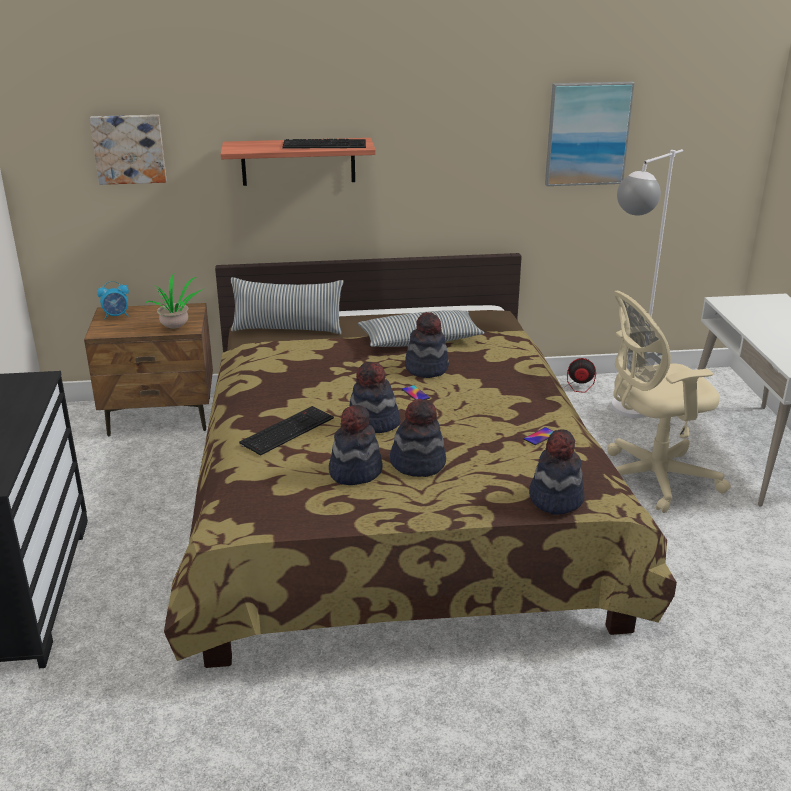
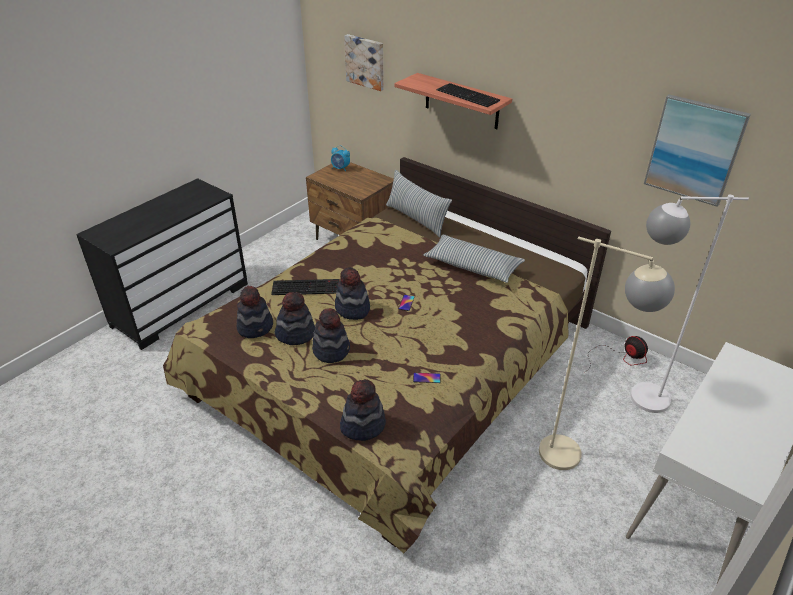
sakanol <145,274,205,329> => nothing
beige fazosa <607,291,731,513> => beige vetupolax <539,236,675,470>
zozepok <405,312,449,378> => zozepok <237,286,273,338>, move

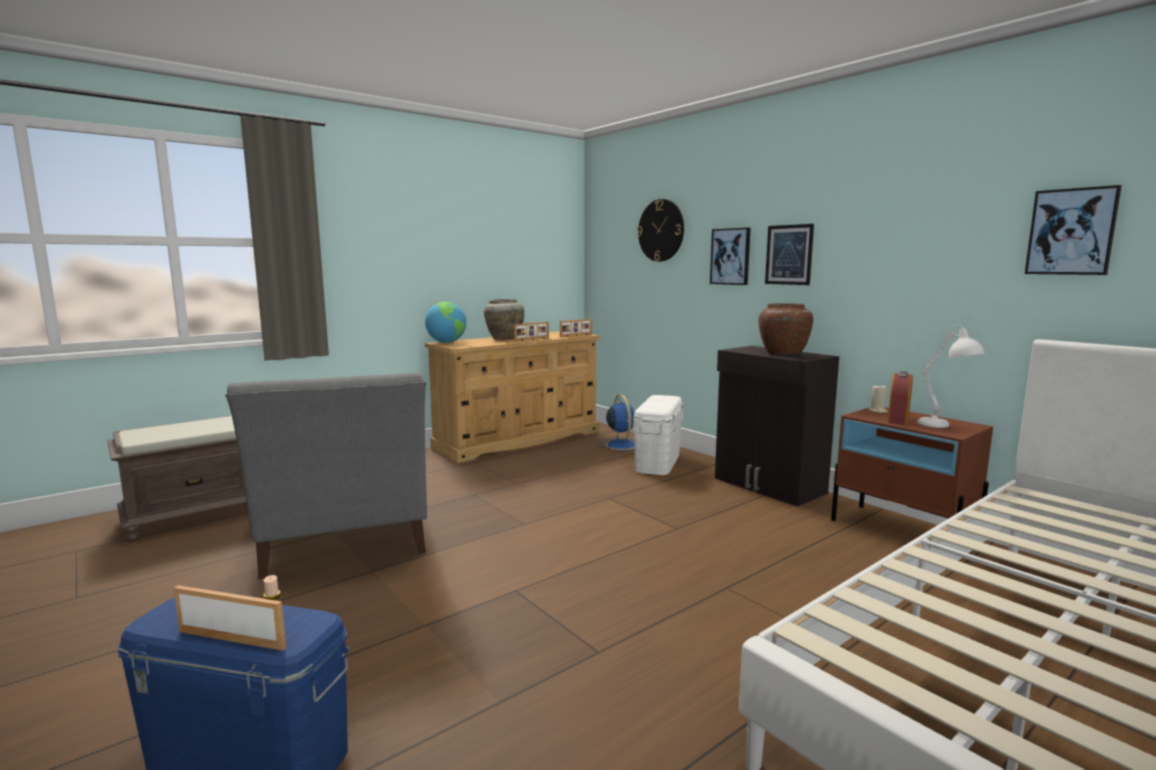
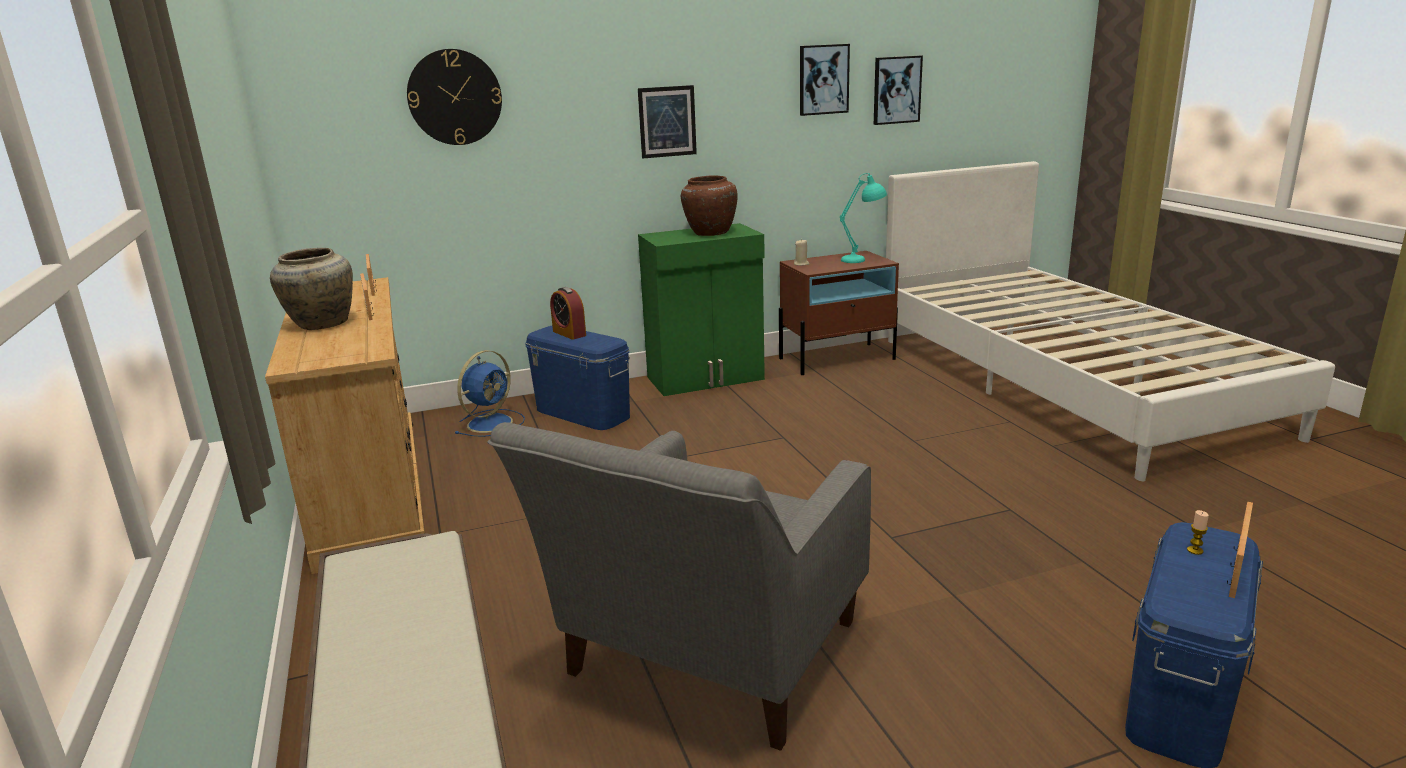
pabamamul <710,228,751,285> => pabamamul <800,44,850,116>, move
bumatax <425,302,466,343> => nothing
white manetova <917,325,984,428> => turquoise manetova <840,173,887,263>
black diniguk <715,346,839,506> => green diniguk <638,223,765,396>
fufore <887,371,913,425> => fufore <550,287,586,340>, move
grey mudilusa <225,373,427,579> => grey mudilusa <487,422,871,751>, 120 degrees clockwise
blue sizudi <597,395,635,453> => blue sizudi <454,350,525,437>, 120 degrees clockwise
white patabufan <633,395,683,475> => blue patabufan <526,326,630,430>

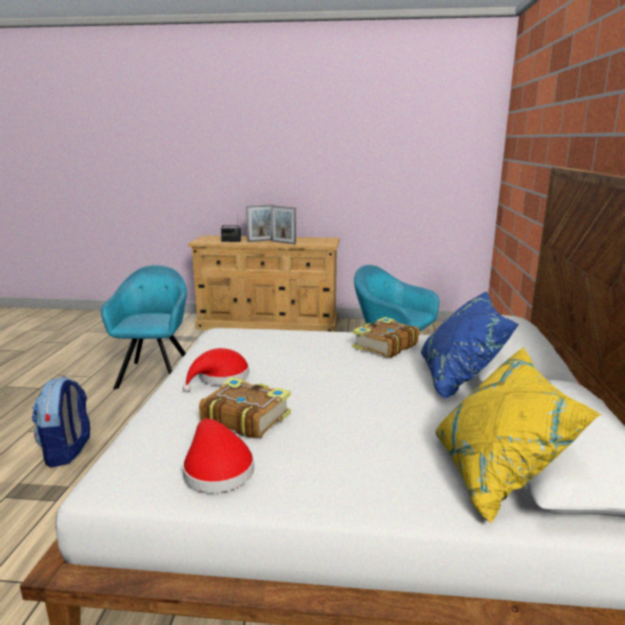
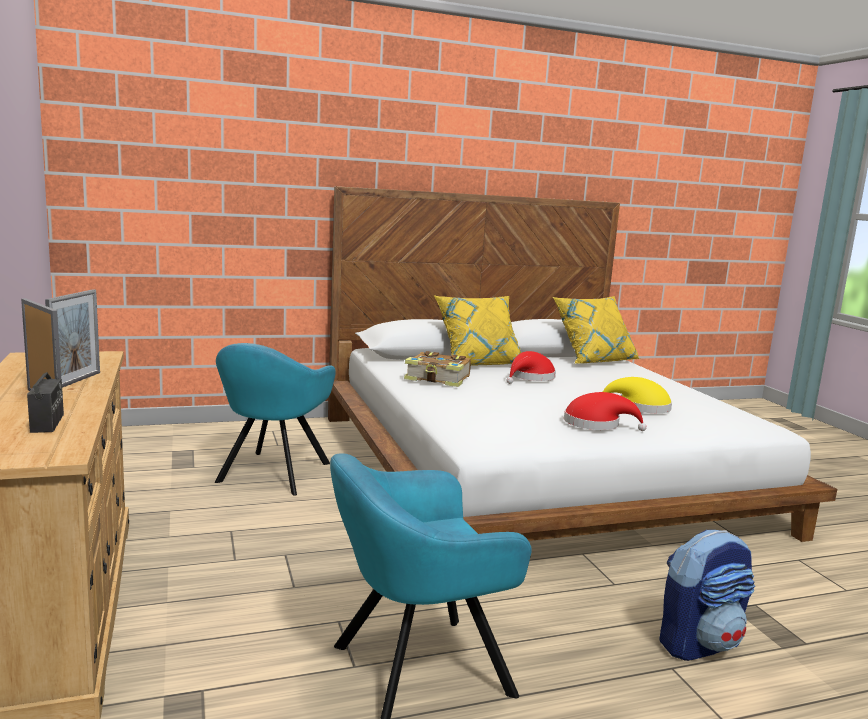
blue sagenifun <421,291,519,399> => yellow sagenifun <434,295,522,366>
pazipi <199,377,291,438> => yellow zozepok <603,377,672,413>
red zozepok <182,419,254,492> => red zozepok <506,351,556,384>, move

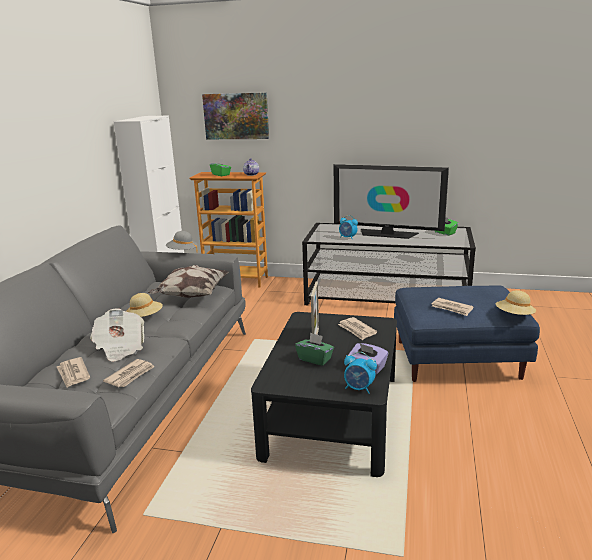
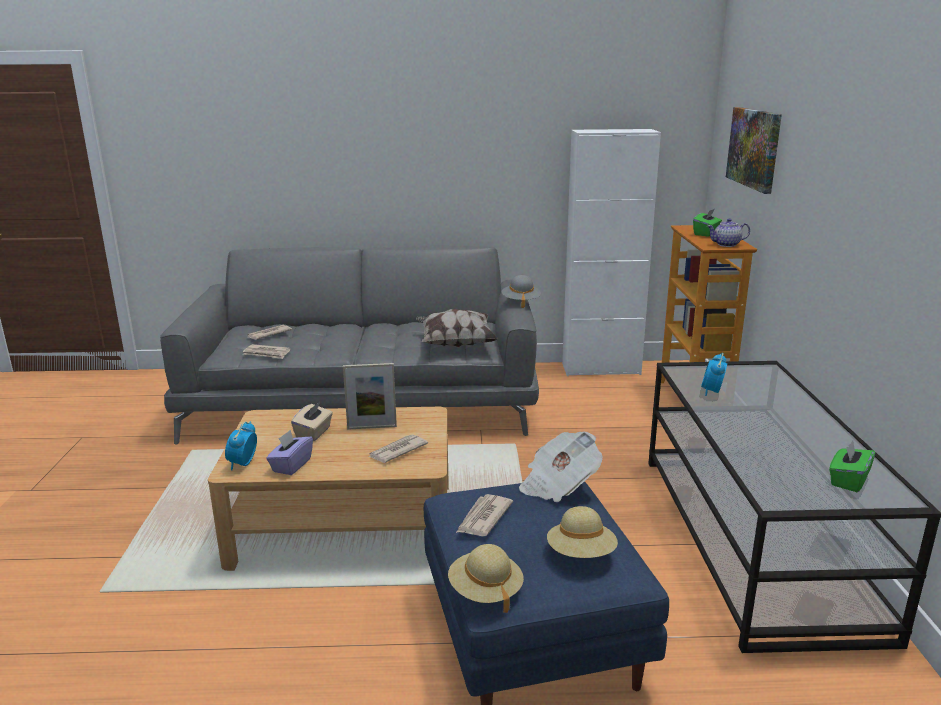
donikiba <334,164,449,239> => nothing
beige zozepok <126,293,163,317> => beige zozepok <547,506,618,558>, move
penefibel <90,308,144,362> => penefibel <519,432,603,502>, move
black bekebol <251,312,397,477> => beige bekebol <208,407,449,571>
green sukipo <295,333,334,366> => beige sukipo <291,402,333,441>

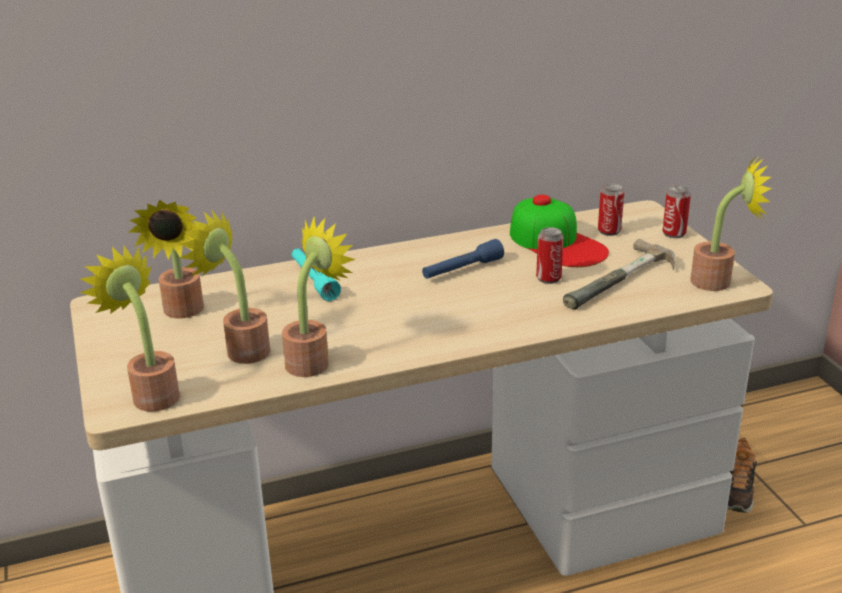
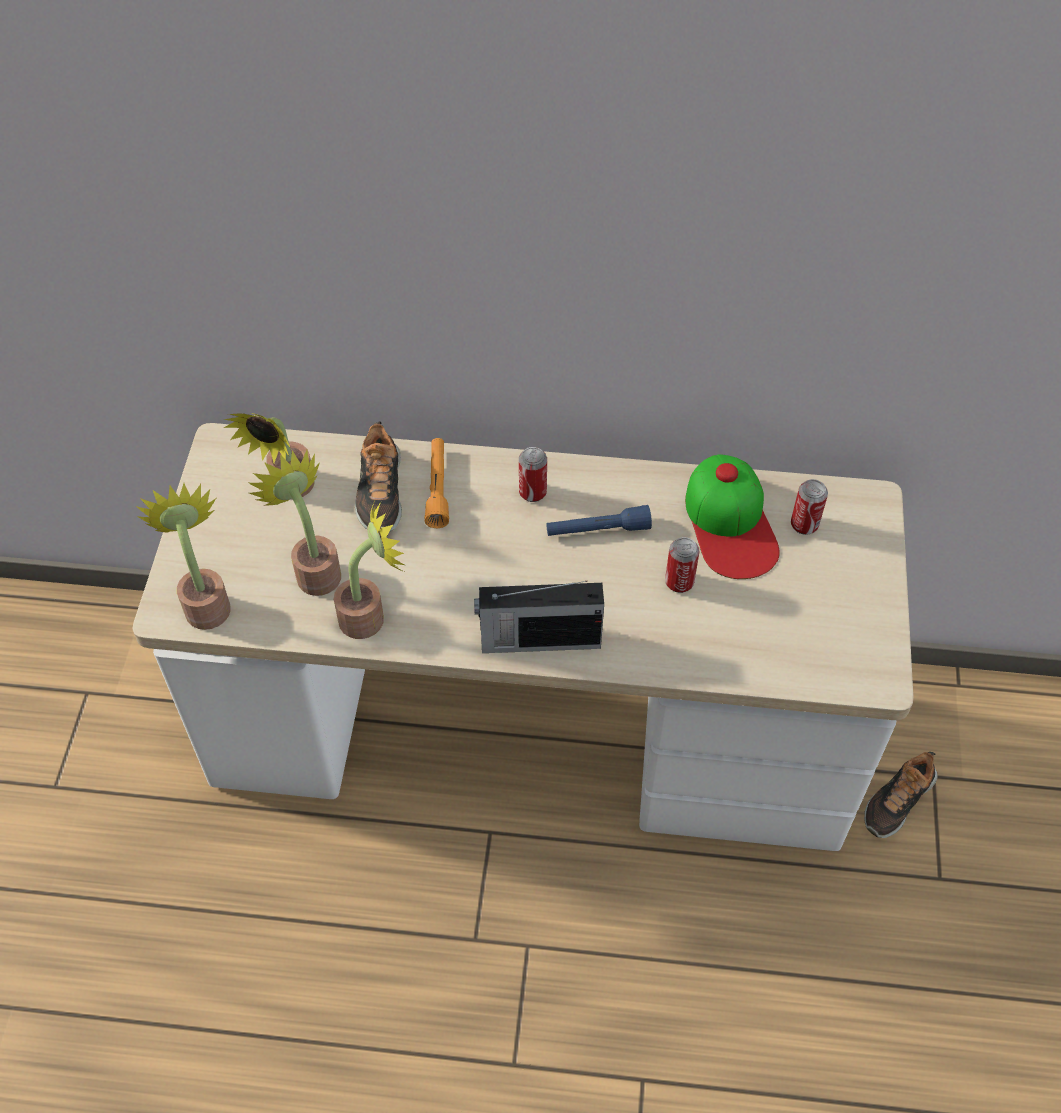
sakanol <690,158,772,291> => nothing
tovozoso <663,186,691,238> => tovozoso <519,447,547,502>, move
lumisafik <563,239,675,310> => nothing
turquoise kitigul <291,249,341,301> => orange kitigul <424,438,449,528>
nothing => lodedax <355,421,402,532>
nothing => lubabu <474,581,604,653>

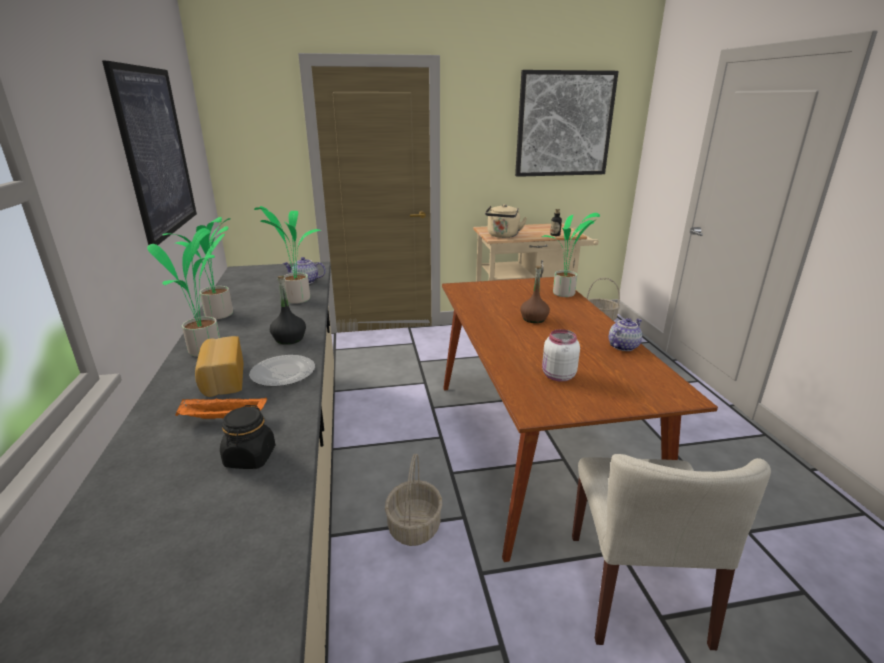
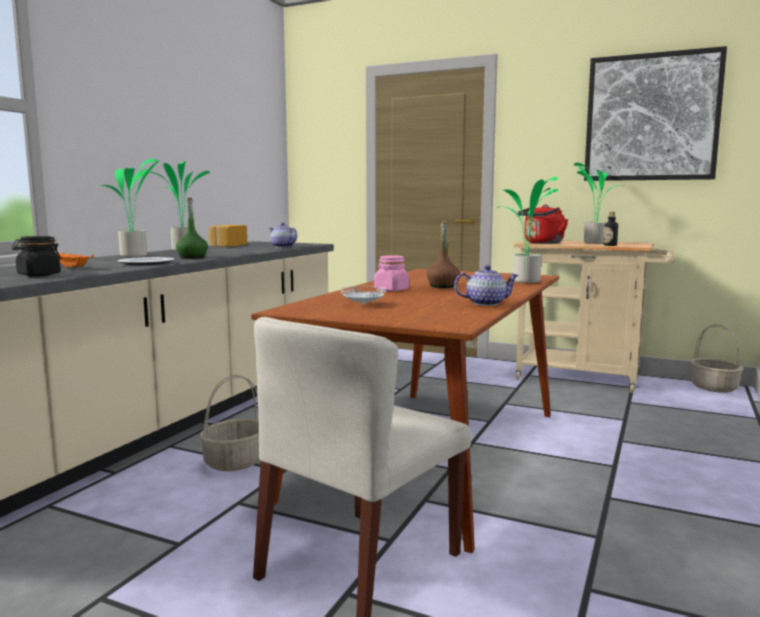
pabamamul <102,61,197,245> => nothing
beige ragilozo <485,204,527,238> => red ragilozo <518,205,568,244>
sakanol <254,206,322,304> => sakanol <574,163,626,244>, move
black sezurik <270,276,306,345> => green sezurik <176,198,208,259>
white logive <542,329,580,382> => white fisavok <340,286,387,305>
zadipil <195,336,243,397> => zadipil <209,225,247,247>, move
nothing => pink logive <374,255,409,291>

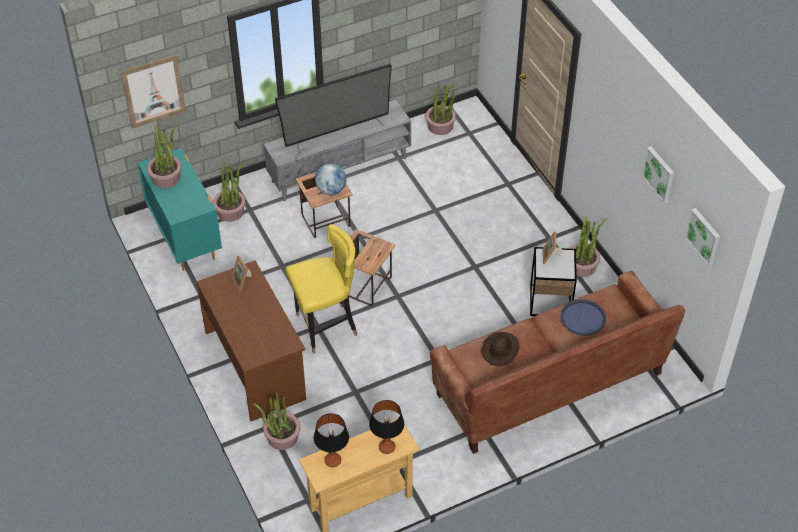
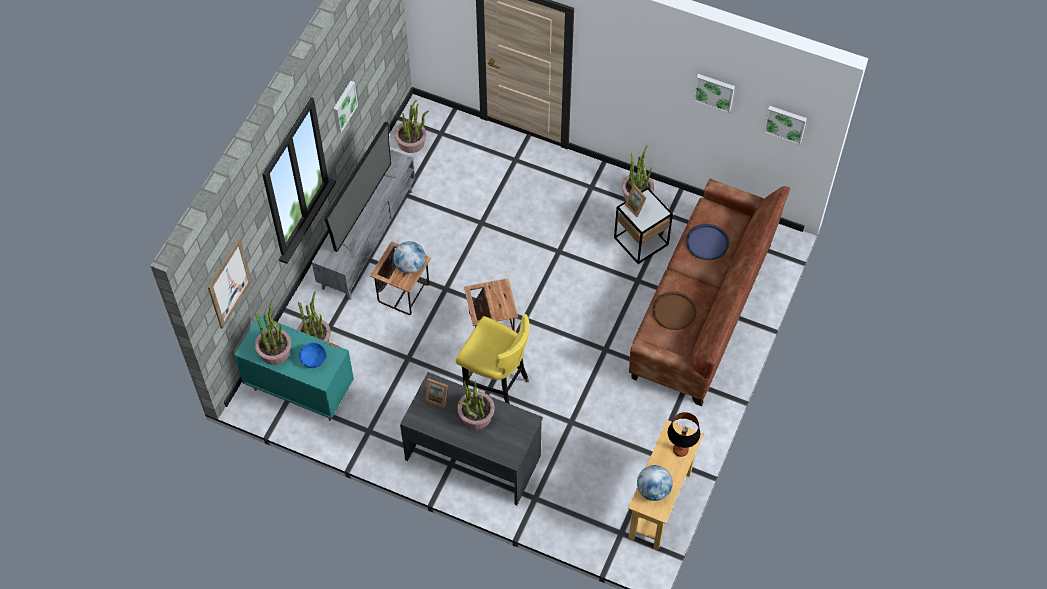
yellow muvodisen <285,224,357,354> => yellow muvodisen <455,314,529,404>, 90 degrees clockwise
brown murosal <197,260,306,422> => grey murosal <400,372,543,505>
brown zozepok <481,332,520,366> => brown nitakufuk <652,292,696,330>
sakanol <254,391,300,450> => sakanol <457,380,495,430>, move
manetova <314,413,349,467> => bumatax <637,465,673,501>
nothing => pabamamul <333,81,358,133>
nothing => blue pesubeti <299,343,326,368>

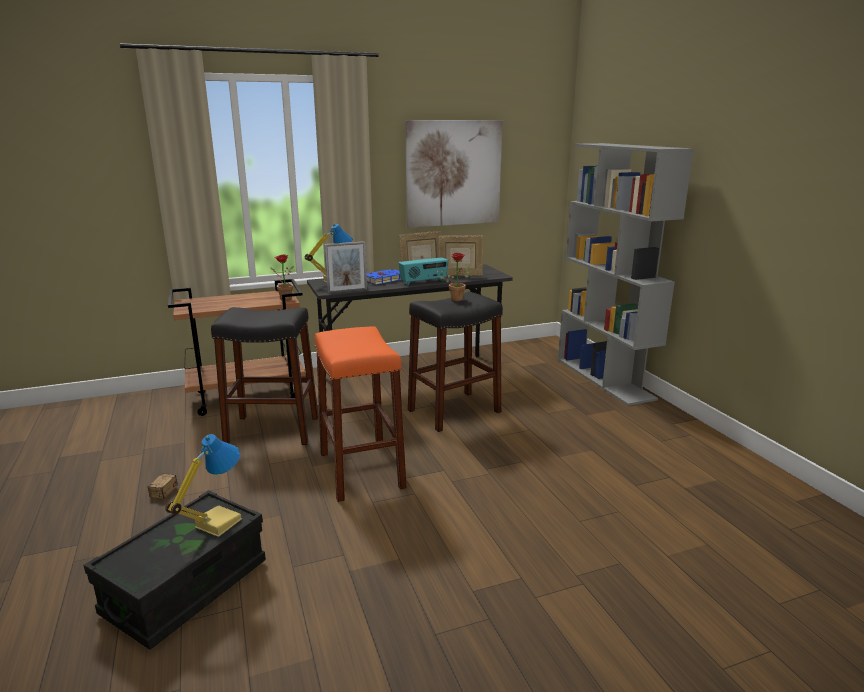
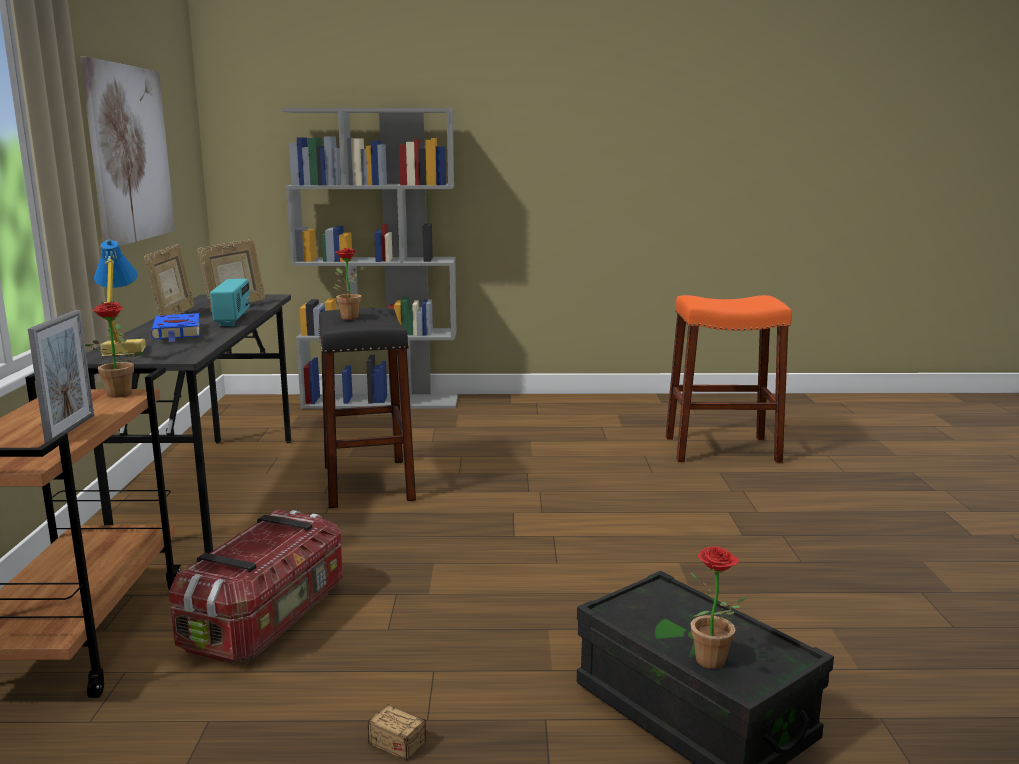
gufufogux <324,241,367,293> => gufufogux <28,310,94,443>, move
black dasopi <211,307,319,445> => patabufan <169,509,343,664>
orange dasopi <314,327,407,502> => orange dasopi <665,295,792,463>, move
manetova <165,434,242,537> => nothing
nothing => sakanol <690,546,748,669>

